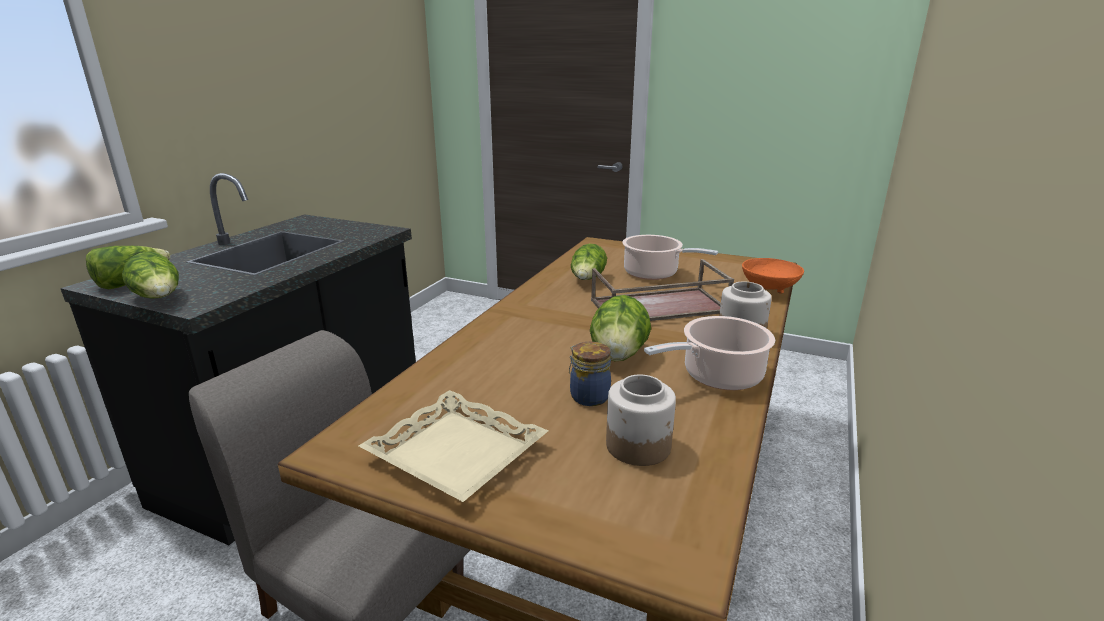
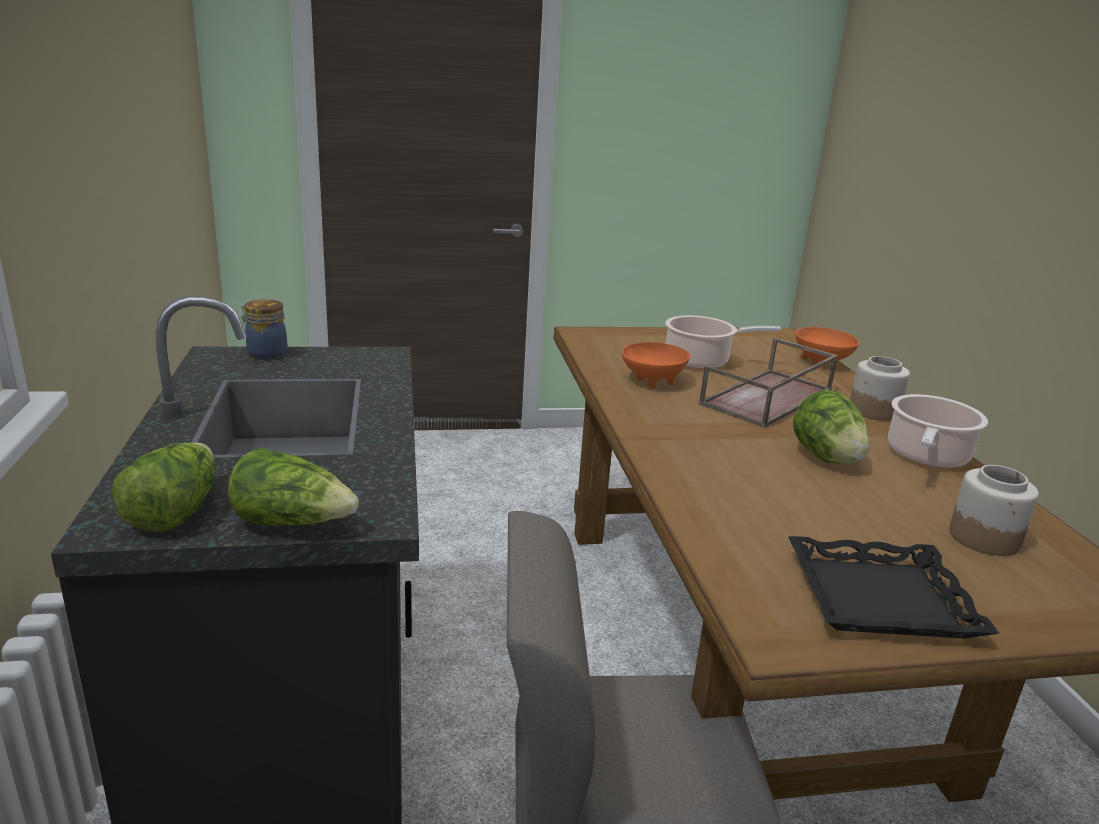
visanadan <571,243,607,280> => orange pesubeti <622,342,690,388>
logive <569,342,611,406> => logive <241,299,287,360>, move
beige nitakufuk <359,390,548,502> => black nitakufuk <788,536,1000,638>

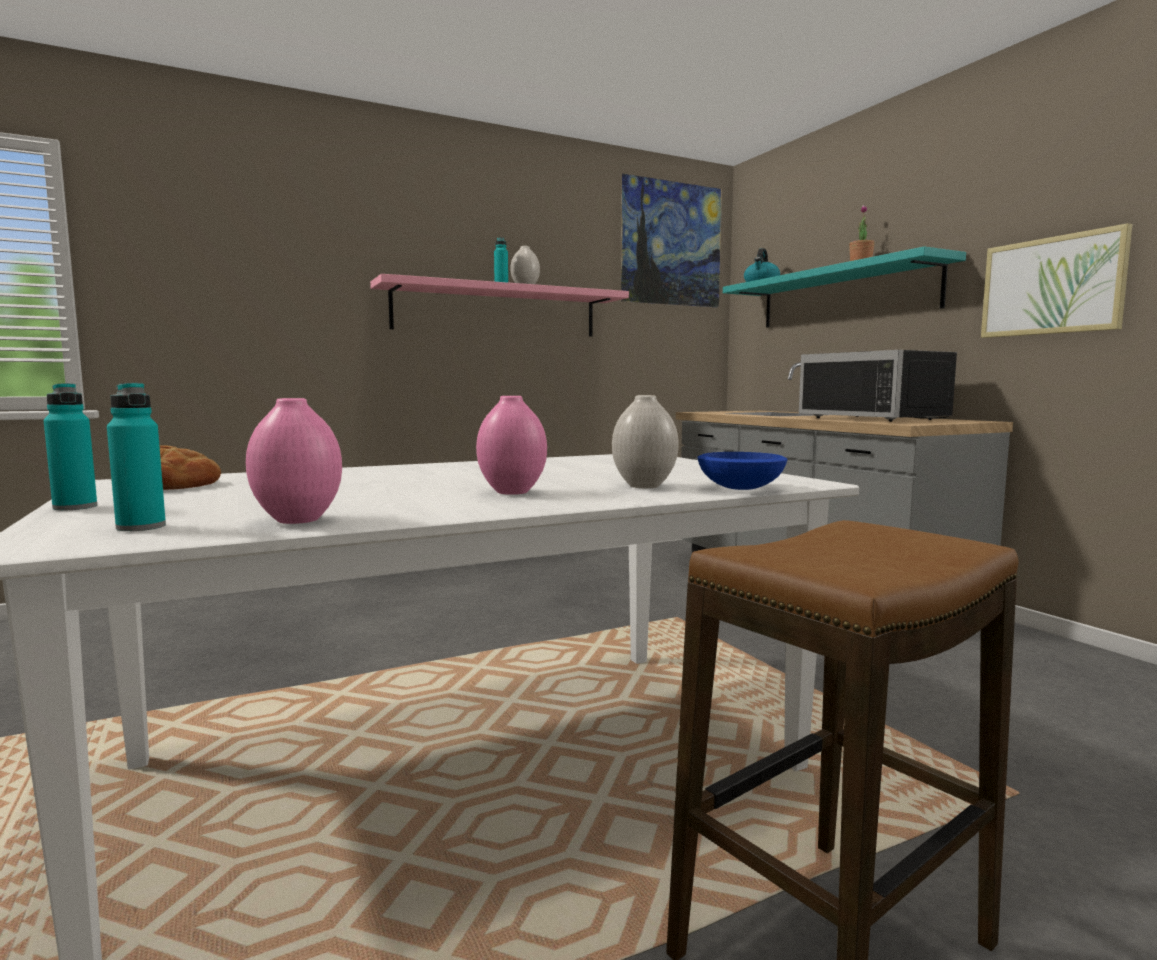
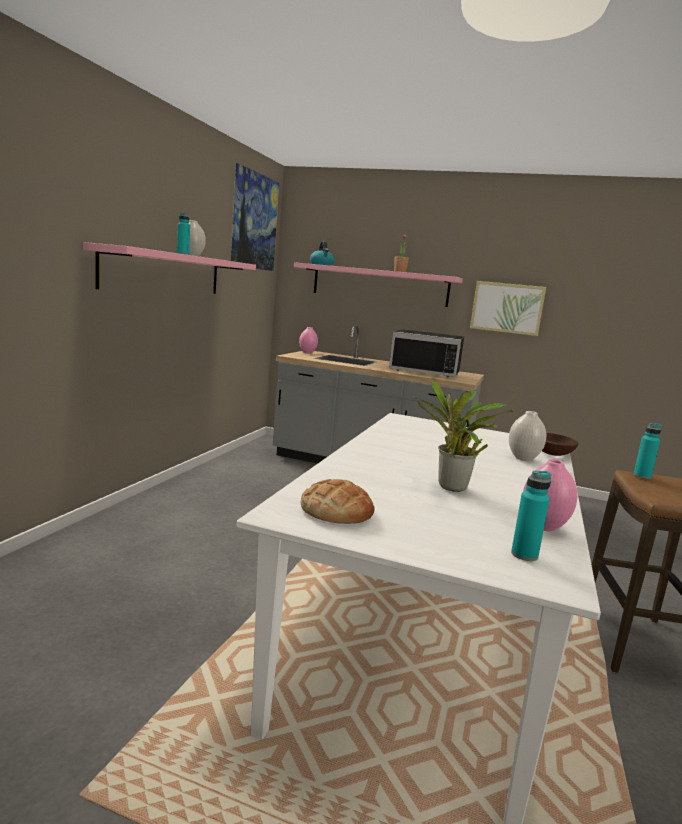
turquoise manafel <723,246,966,327> => pink manafel <294,262,463,307>
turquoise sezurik <44,383,97,510> => turquoise sezurik <634,423,662,479>, move
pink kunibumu <476,396,547,495> => pink kunibumu <299,327,318,353>, move
blue pesubeti <697,452,788,490> => brown pesubeti <542,433,579,456>
nothing => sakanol <413,380,513,492>

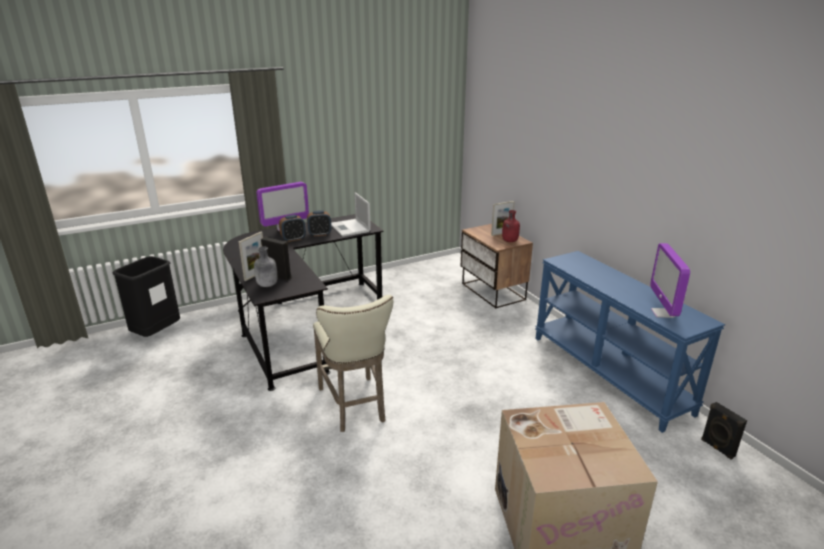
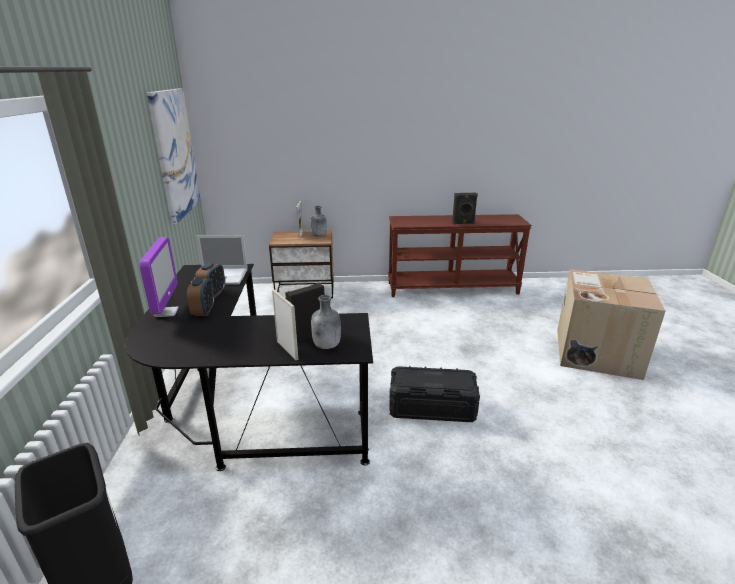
red sezurik <502,210,520,242> => grey sezurik <311,206,327,236>
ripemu <650,243,690,318> => nothing
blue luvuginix <535,251,725,433> => brown luvuginix <388,214,532,297>
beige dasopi <313,295,393,432> => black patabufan <389,366,480,422>
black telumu <701,402,747,460> => black telumu <452,193,478,224>, move
nothing => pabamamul <147,88,201,225>

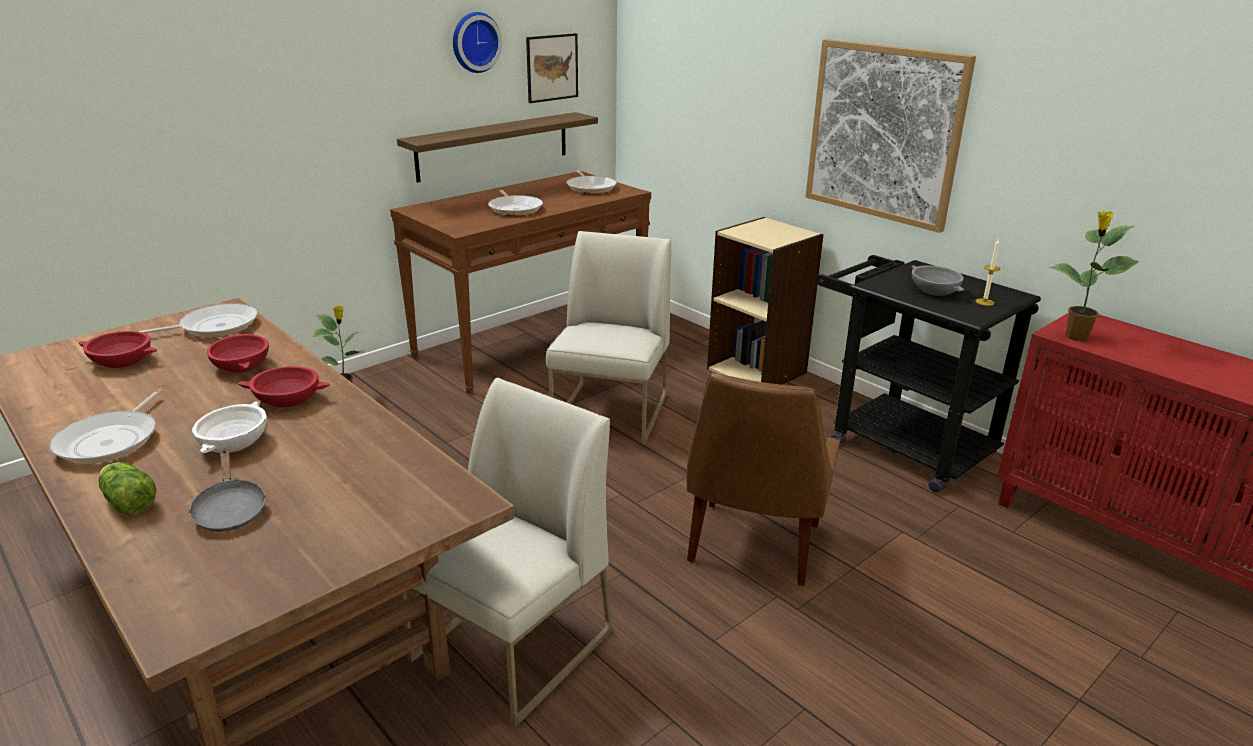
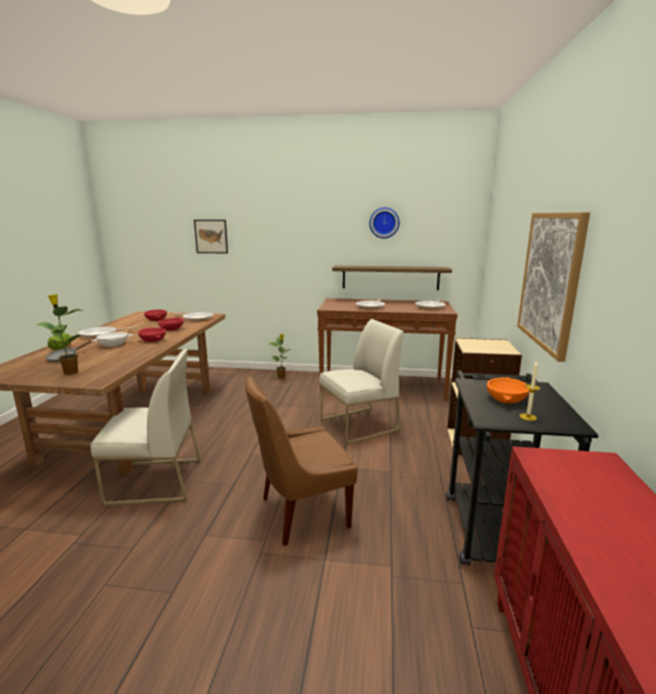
pabamamul <526,33,578,103> => pabamamul <194,220,228,253>, move
sakanol <1050,211,1140,341> => sakanol <36,294,84,375>, move
grey pesubeti <911,265,964,296> => orange pesubeti <487,377,530,403>

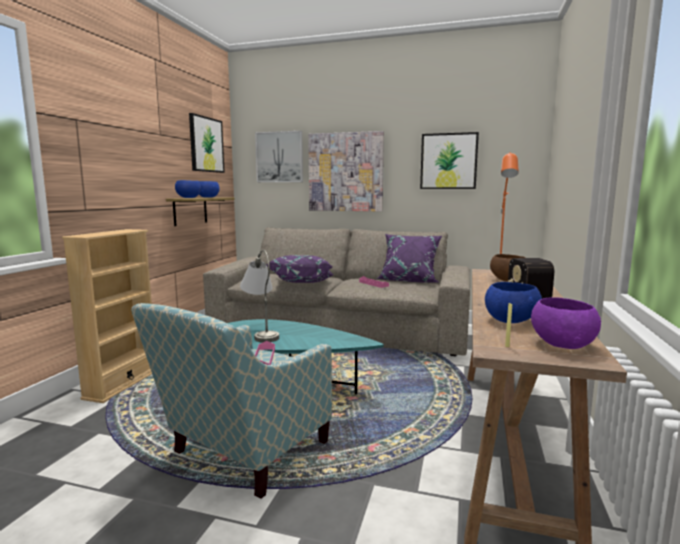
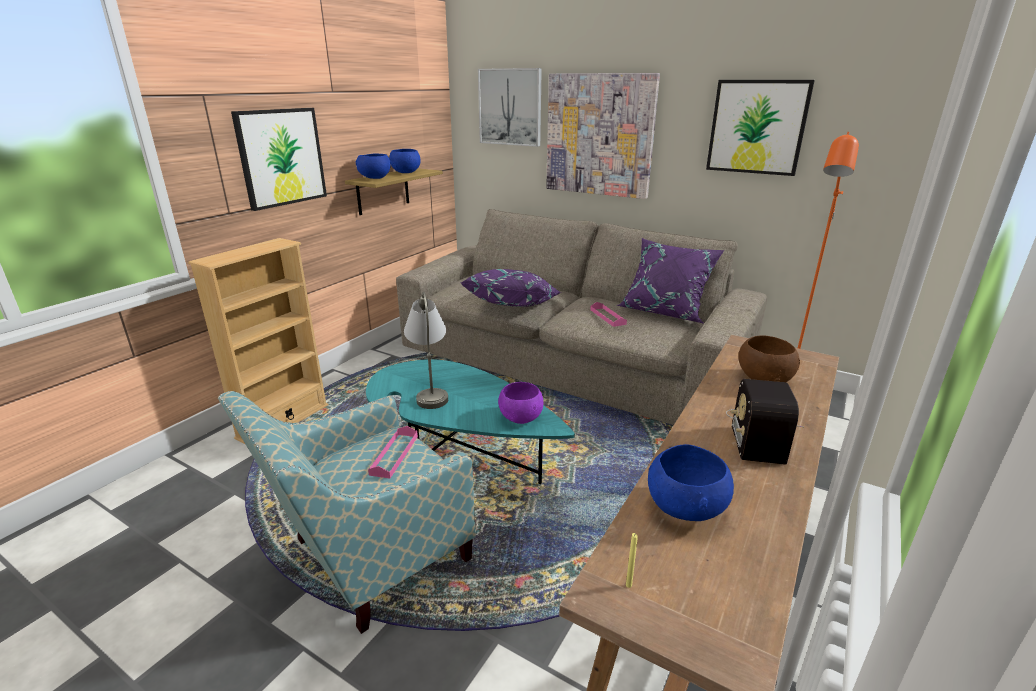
pabamamul <189,113,225,173> => pabamamul <231,108,327,211>, move
purple pesubeti <531,297,601,349> => purple pesubeti <498,382,543,424>, move

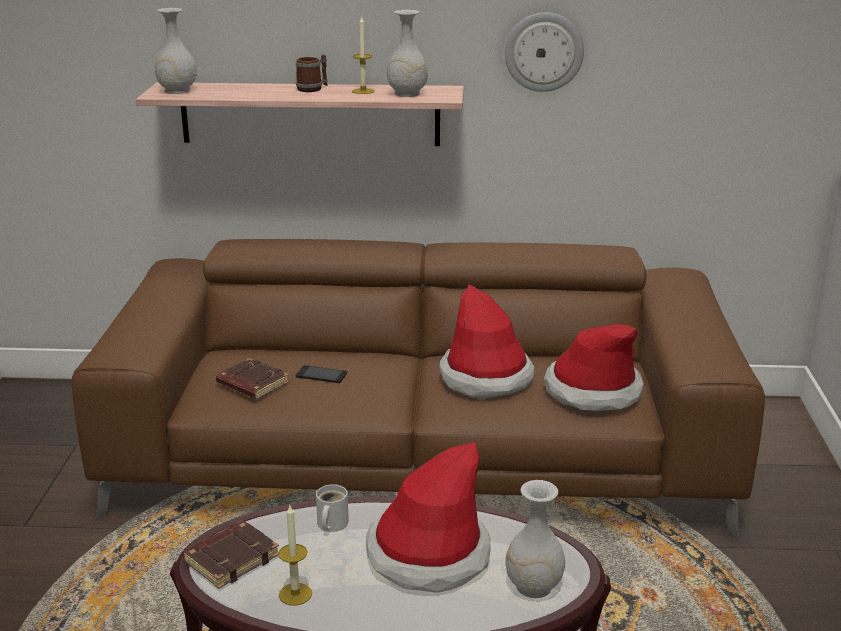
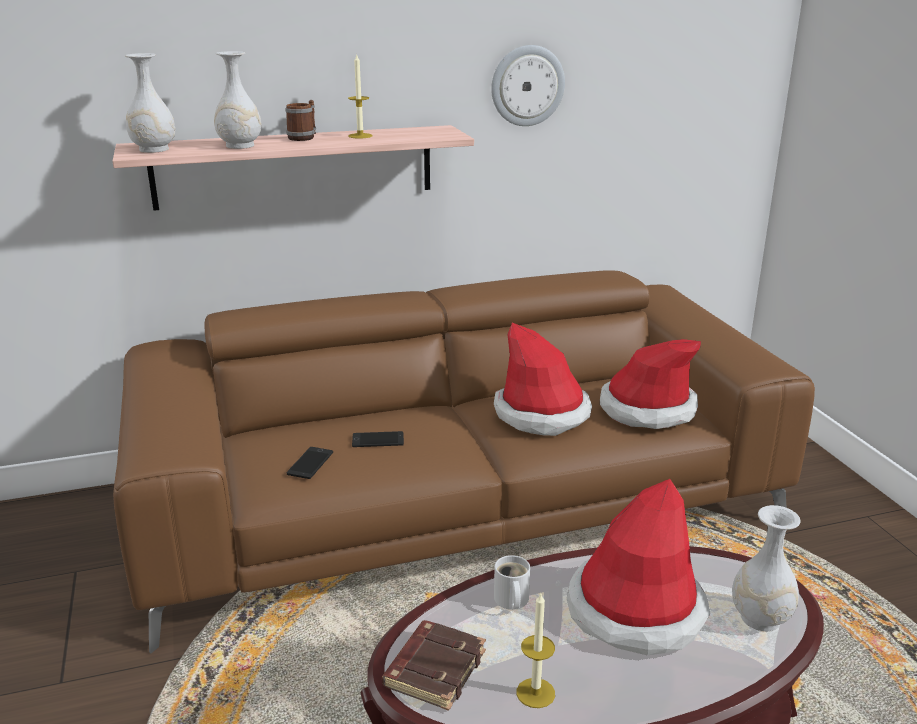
white kunibumu <387,10,428,97> => white kunibumu <214,51,261,149>, move
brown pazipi <216,358,289,399> => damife <287,447,333,479>

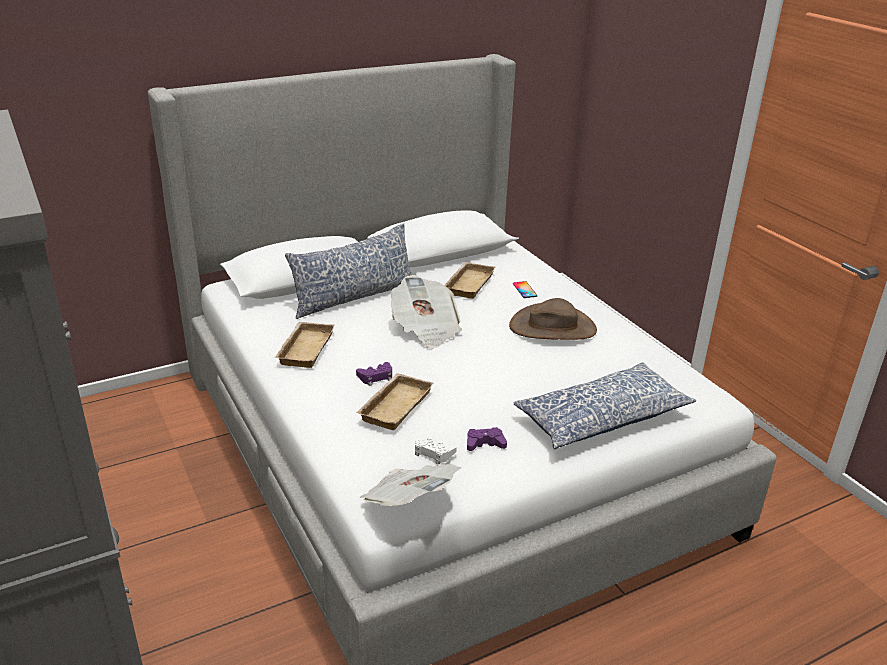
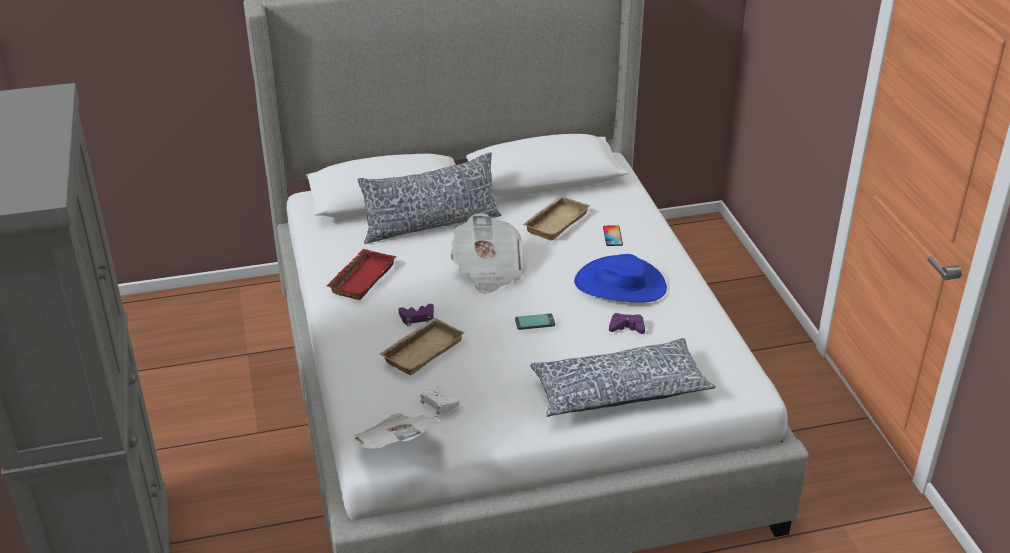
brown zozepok <509,298,597,340> => blue zozepok <574,254,667,302>
beige nitakufuk <274,322,335,368> => red nitakufuk <327,249,396,300>
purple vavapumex <467,427,507,451> => purple vavapumex <609,313,645,334>, move
nothing => damife <515,313,555,330>

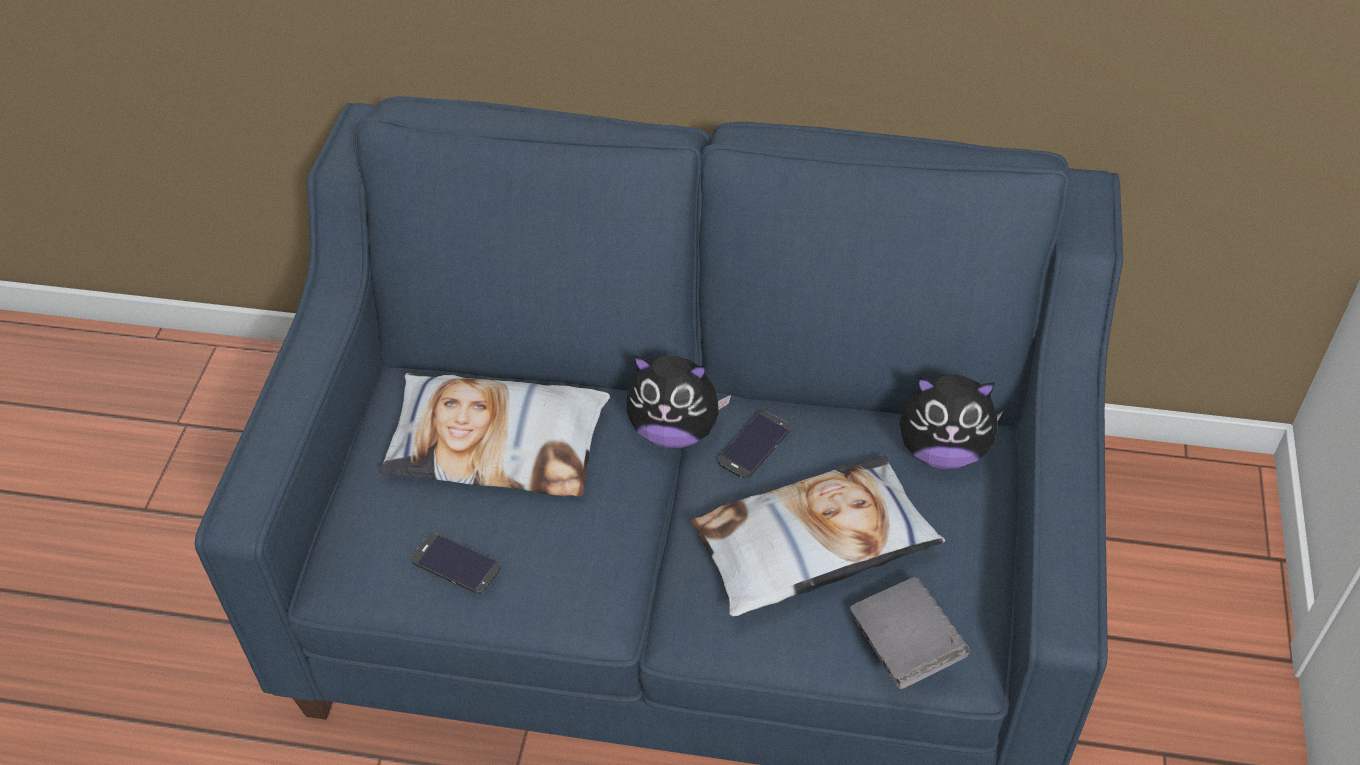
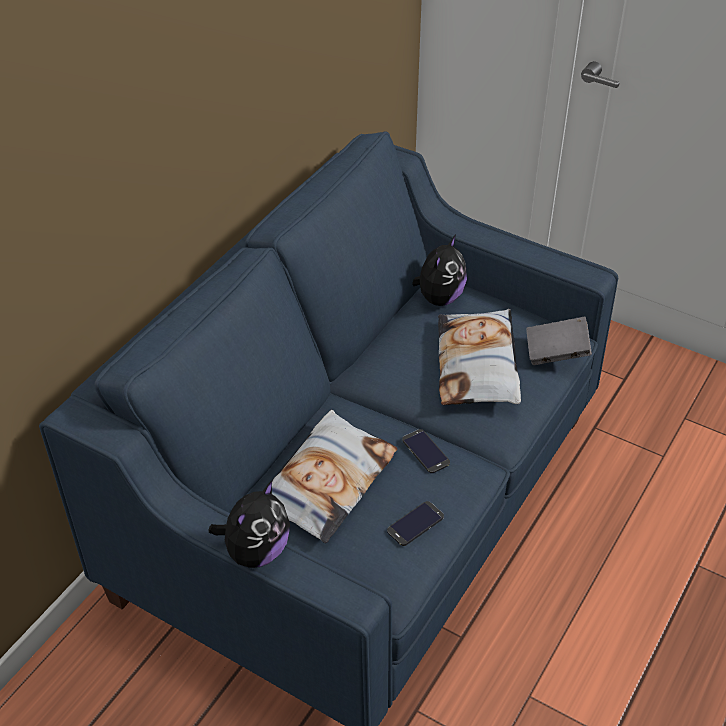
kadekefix <627,355,731,448> => kadekefix <208,480,290,568>, move
damife <718,411,790,479> => damife <402,429,450,473>, move

